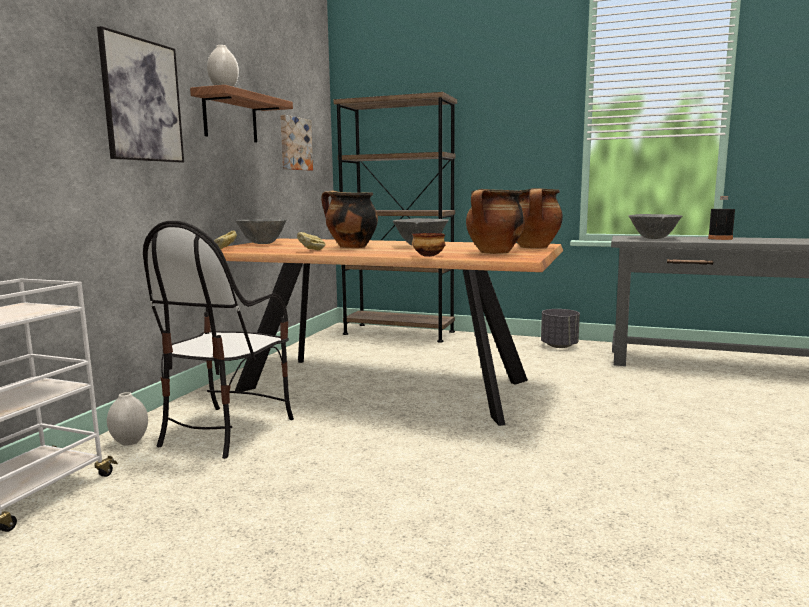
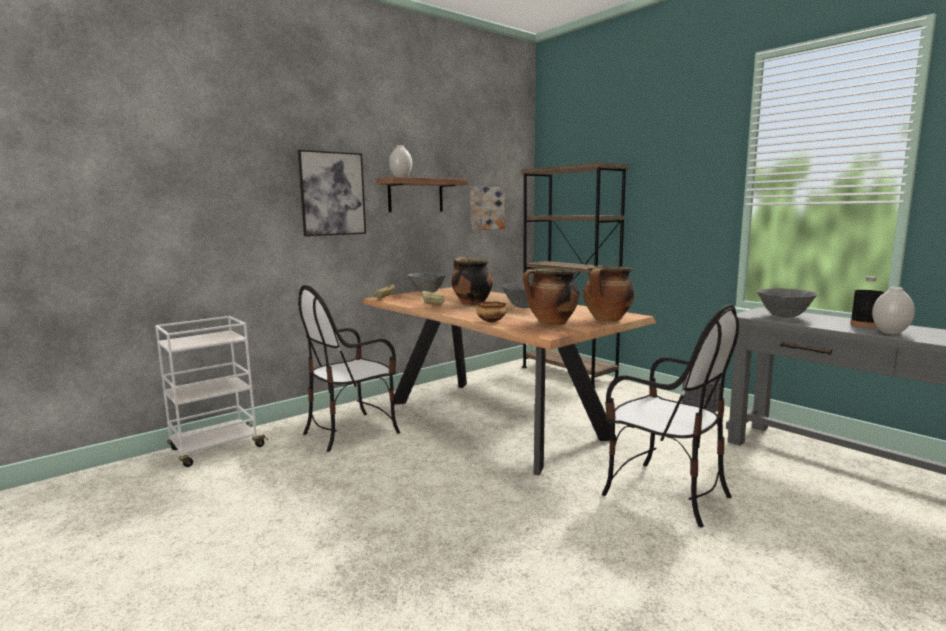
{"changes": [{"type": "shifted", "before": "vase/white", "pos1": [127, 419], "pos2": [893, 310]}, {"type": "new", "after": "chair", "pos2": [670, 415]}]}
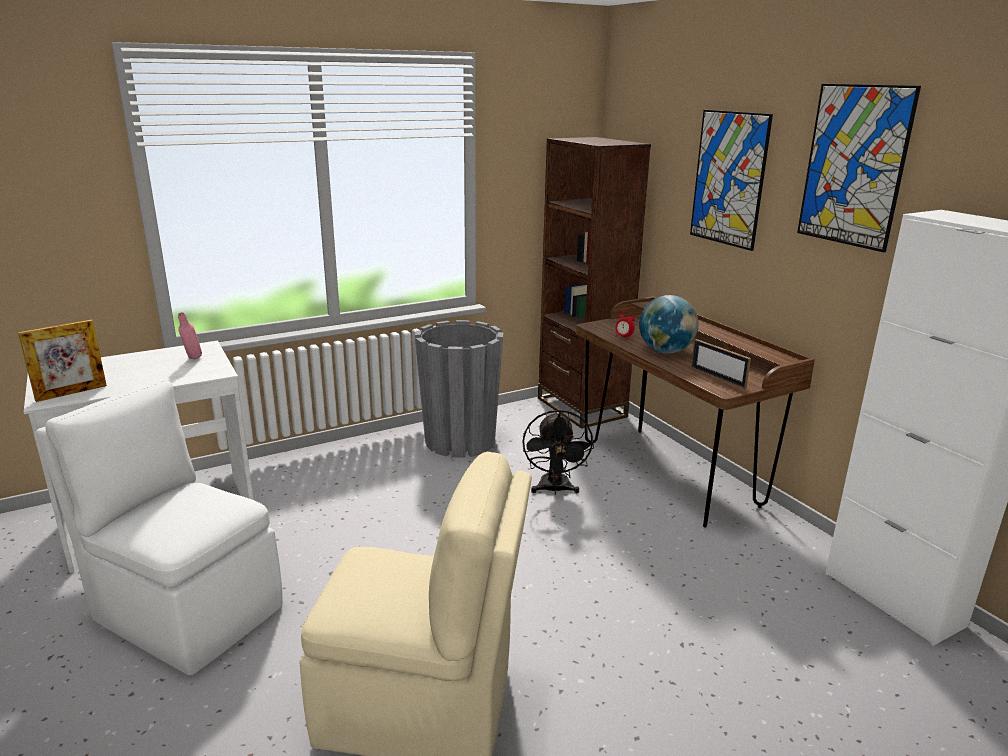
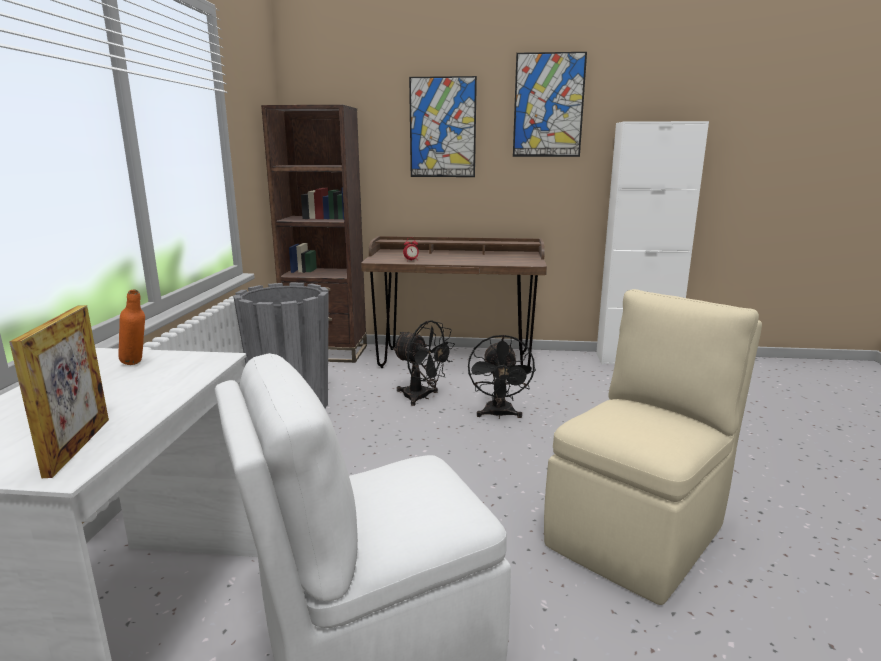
{"changes": [{"type": "repainted", "before": "bottle/pink", "after": "bottle/orange", "pos1": [190, 335], "pos2": [131, 327]}, {"type": "gone", "before": "globe", "pos1": [669, 324]}, {"type": "gone", "before": "picture frame", "pos1": [721, 364]}, {"type": "new", "after": "fan/black", "pos2": [502, 377]}]}
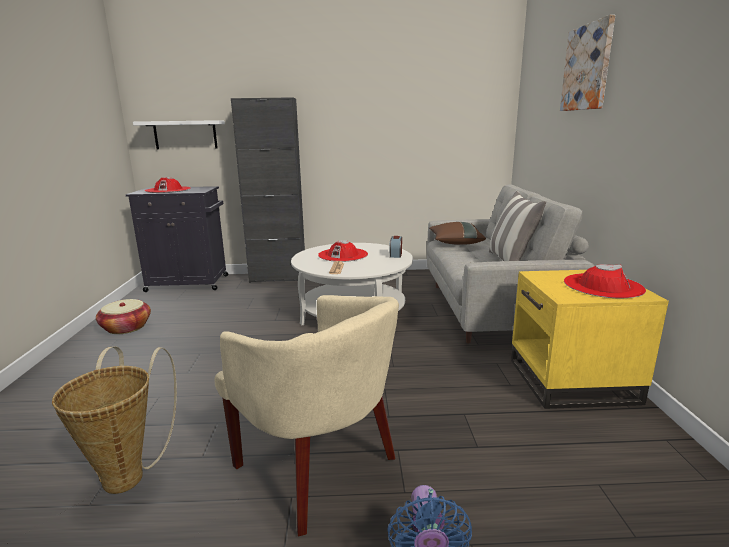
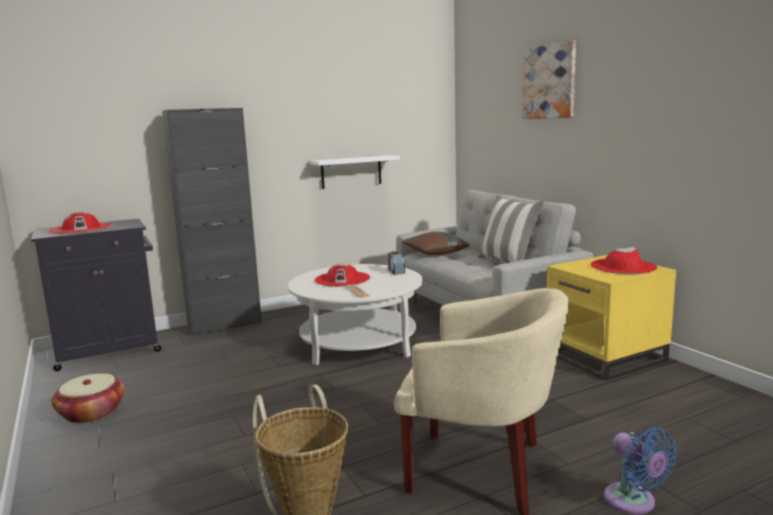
{"changes": [{"type": "shifted", "before": "shelf/white", "pos1": [179, 134], "pos2": [355, 172]}]}
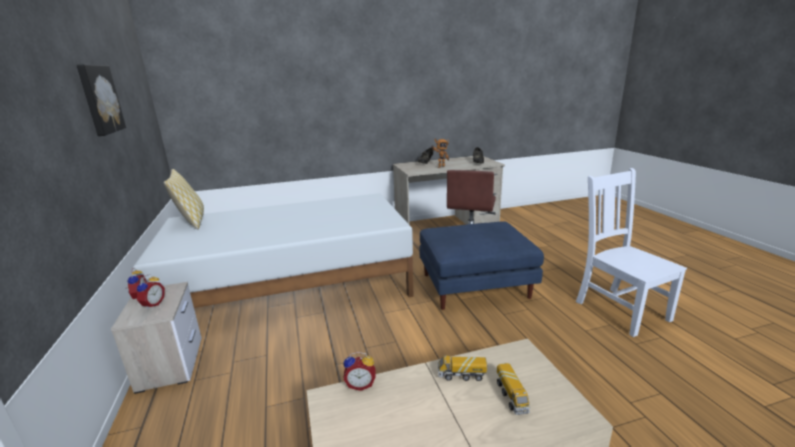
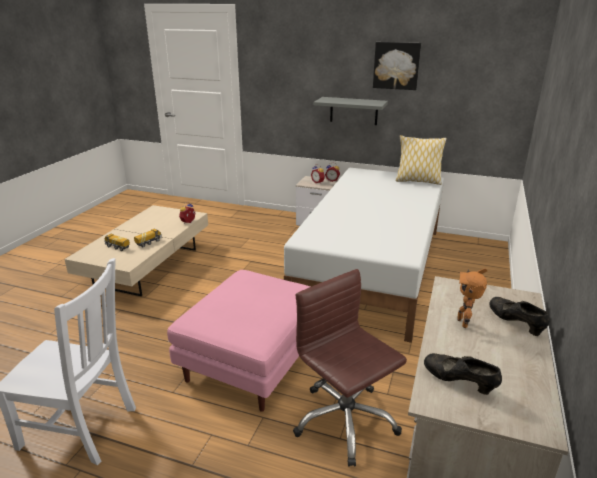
{"changes": [{"type": "repainted", "before": "ottoman/blue", "after": "ottoman/pink", "pos1": [481, 265], "pos2": [238, 341]}, {"type": "new", "after": "shelf/grey", "pos2": [351, 111]}]}
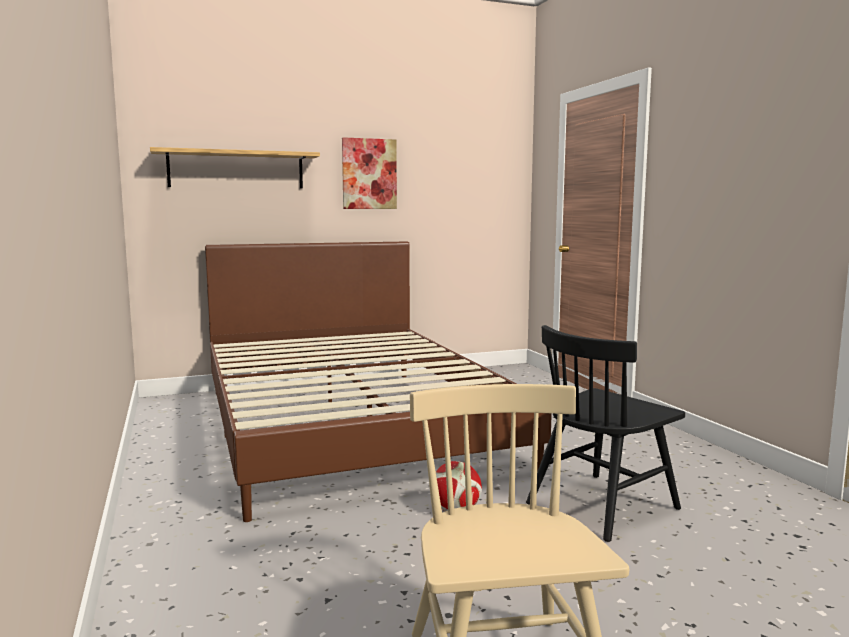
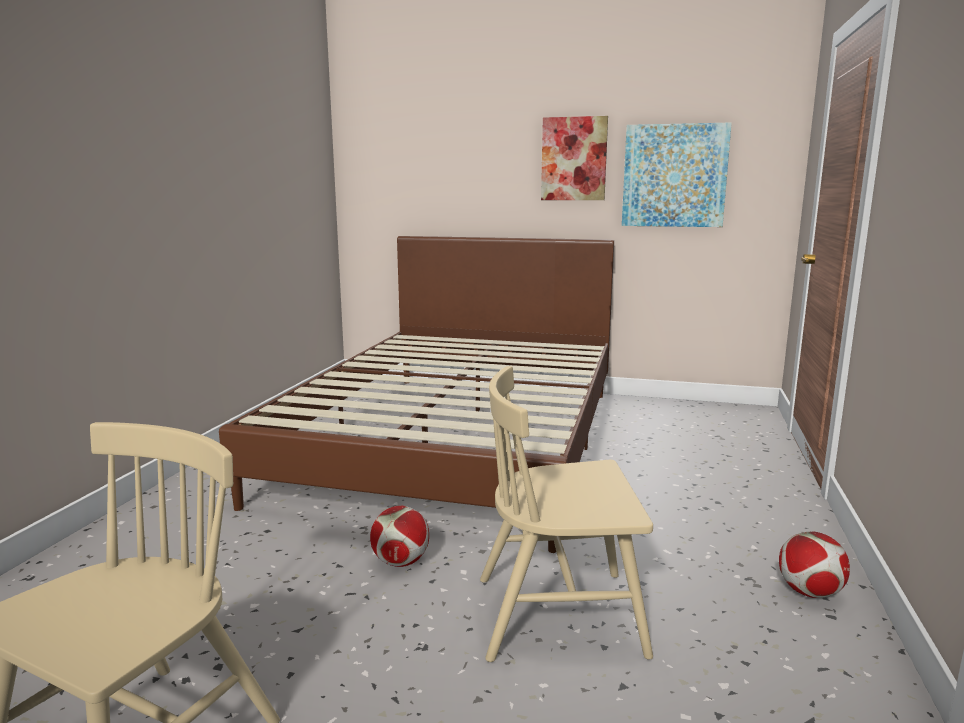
{"changes": [{"type": "gone", "before": "shelf", "pos1": [235, 168]}, {"type": "repainted", "before": "chair/black", "after": "chair/beige", "pos1": [605, 433], "pos2": [566, 514]}, {"type": "new", "after": "picture", "pos2": [677, 174]}, {"type": "new", "after": "football", "pos2": [814, 565]}]}
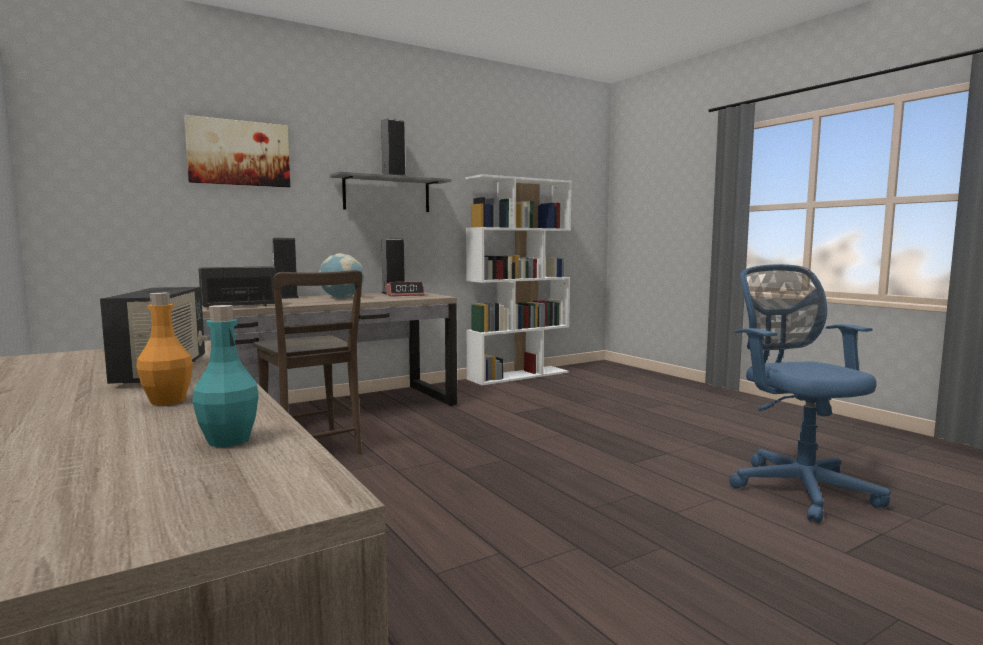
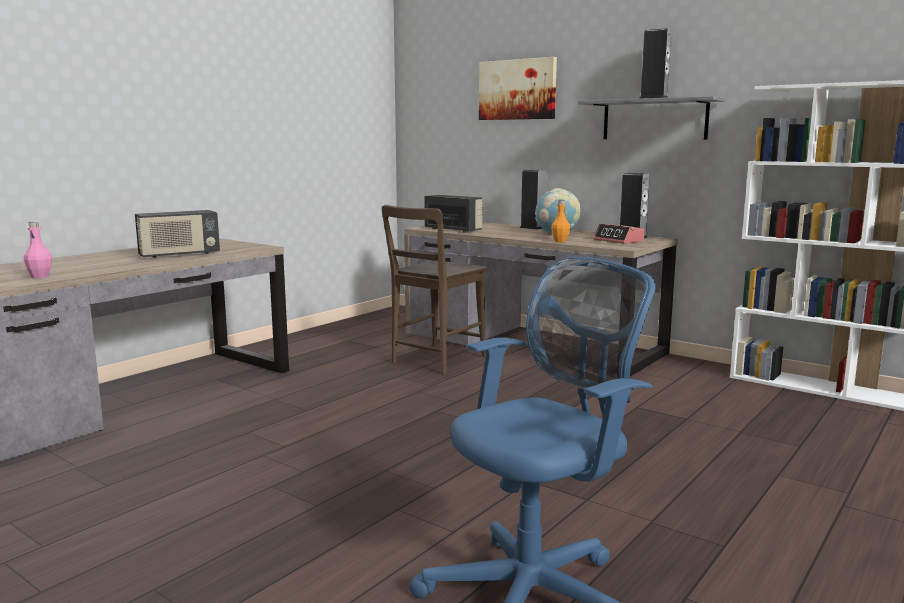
{"changes": [{"type": "shifted", "before": "bottle/orange", "pos1": [164, 349], "pos2": [560, 221]}, {"type": "repainted", "before": "bottle/turquoise", "after": "bottle/pink", "pos1": [225, 376], "pos2": [38, 249]}]}
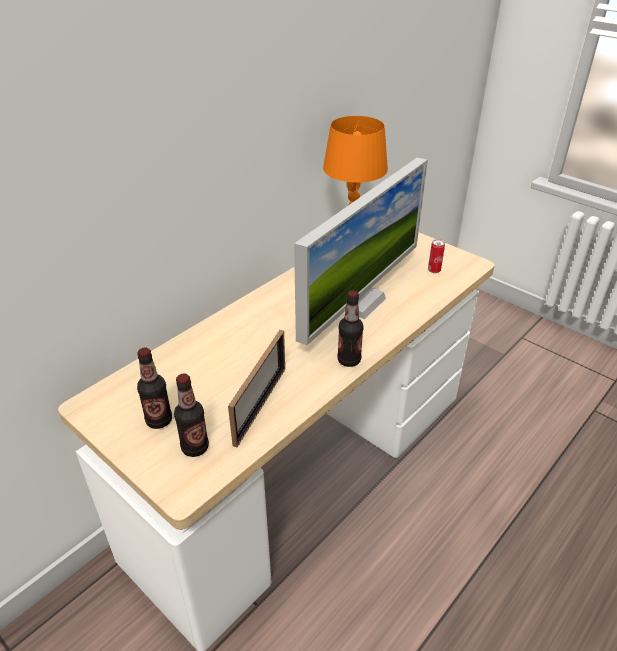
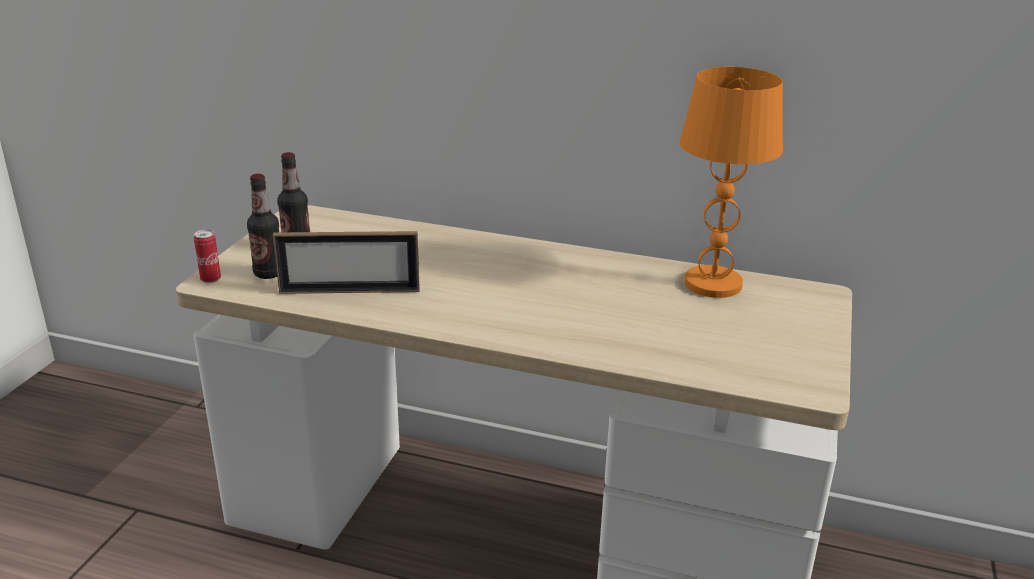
{"changes": [{"type": "gone", "before": "monitor", "pos1": [361, 251]}, {"type": "gone", "before": "bottle", "pos1": [350, 329]}, {"type": "shifted", "before": "can", "pos1": [436, 256], "pos2": [207, 256]}]}
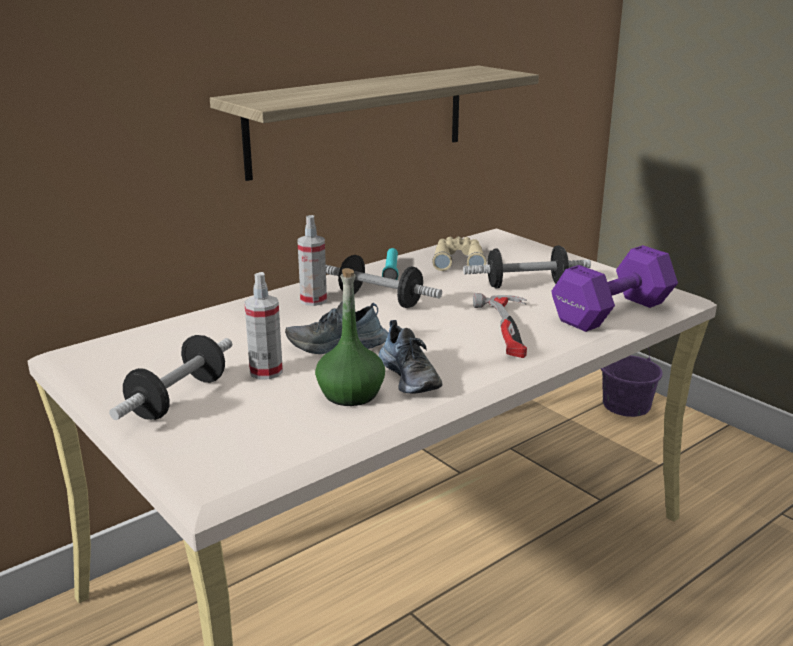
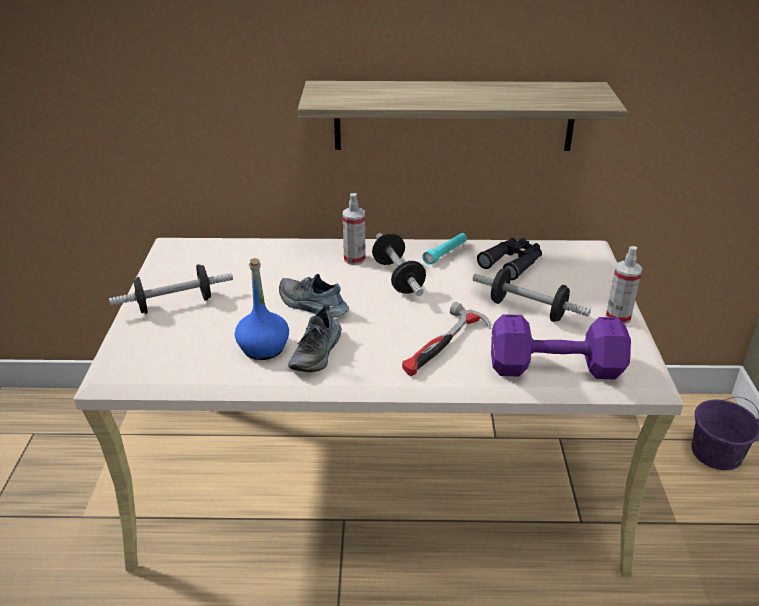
{"changes": [{"type": "shifted", "before": "spray bottle", "pos1": [263, 325], "pos2": [624, 285]}, {"type": "repainted", "before": "bottle/green", "after": "bottle/blue", "pos1": [350, 337], "pos2": [262, 309]}, {"type": "repainted", "before": "binoculars/beige", "after": "binoculars/black", "pos1": [459, 253], "pos2": [509, 259]}]}
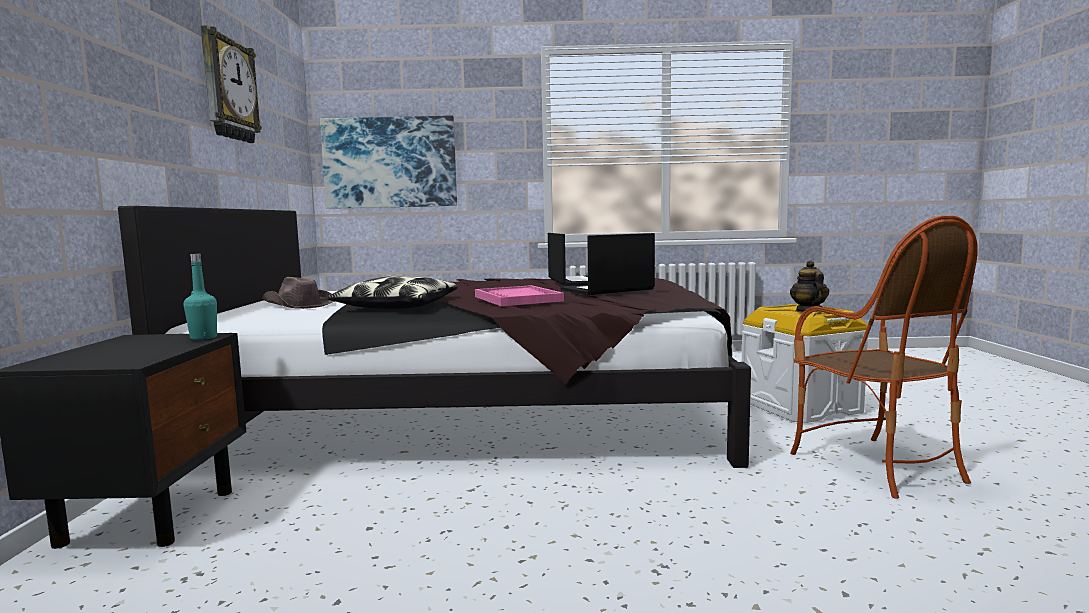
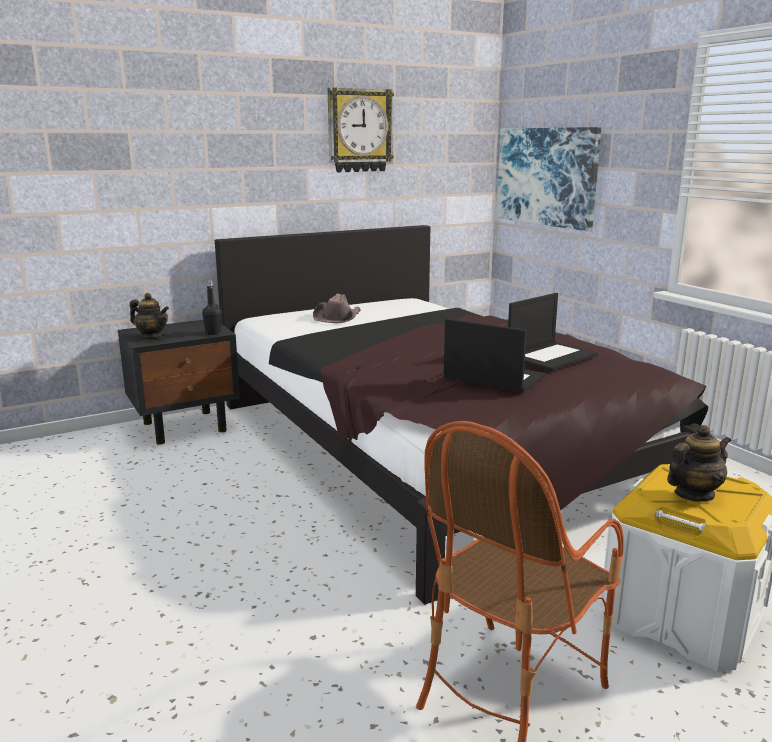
{"changes": [{"type": "repainted", "before": "bottle/turquoise", "after": "bottle/black", "pos1": [200, 297], "pos2": [211, 307]}, {"type": "gone", "before": "pillow", "pos1": [393, 292]}, {"type": "gone", "before": "tray/pink", "pos1": [519, 295]}, {"type": "new", "after": "teapot", "pos2": [149, 316]}]}
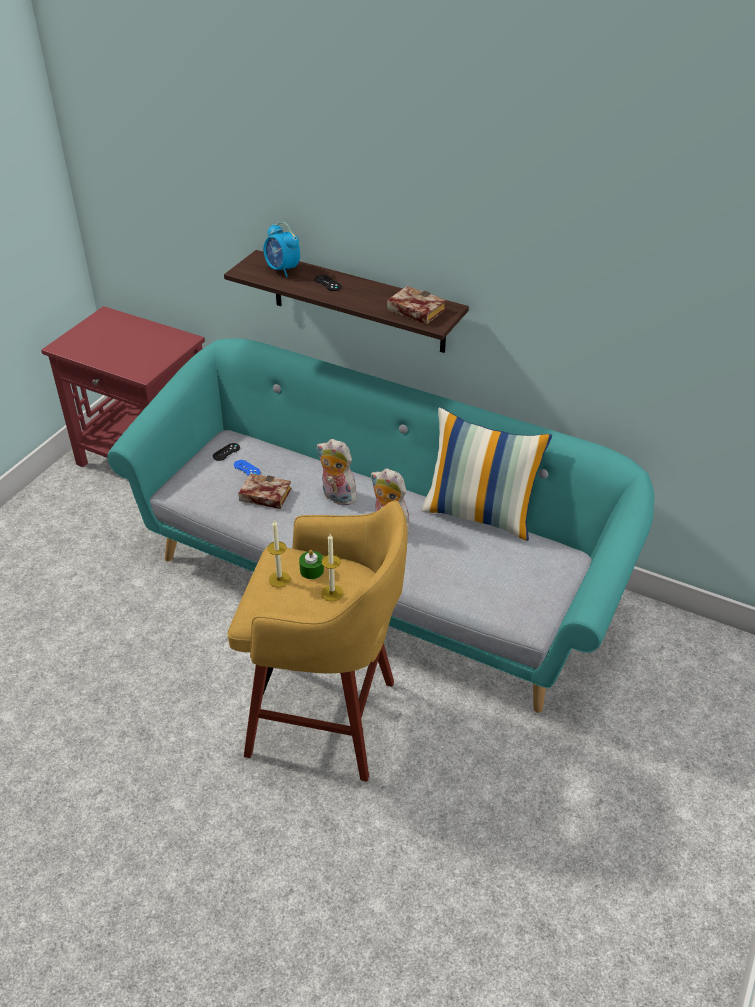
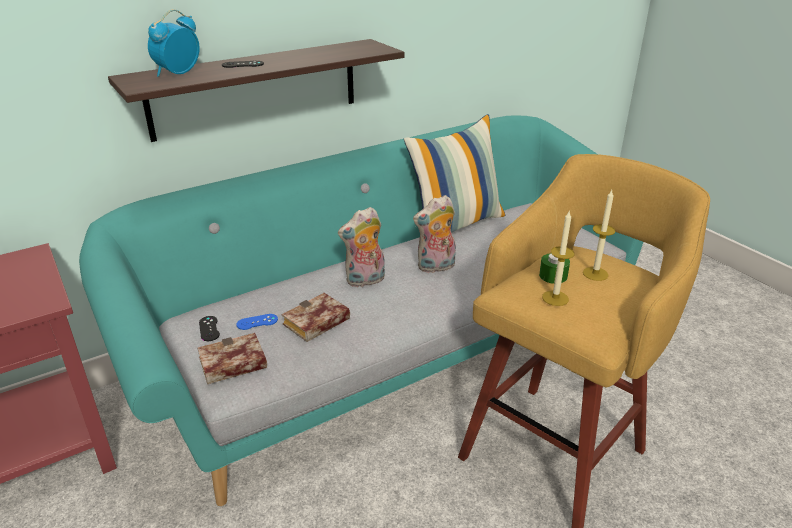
{"changes": [{"type": "rotated", "before": "alarm clock", "pos1": [282, 249], "pos2": [174, 43], "turn": 135}, {"type": "shifted", "before": "book", "pos1": [416, 305], "pos2": [232, 358]}]}
